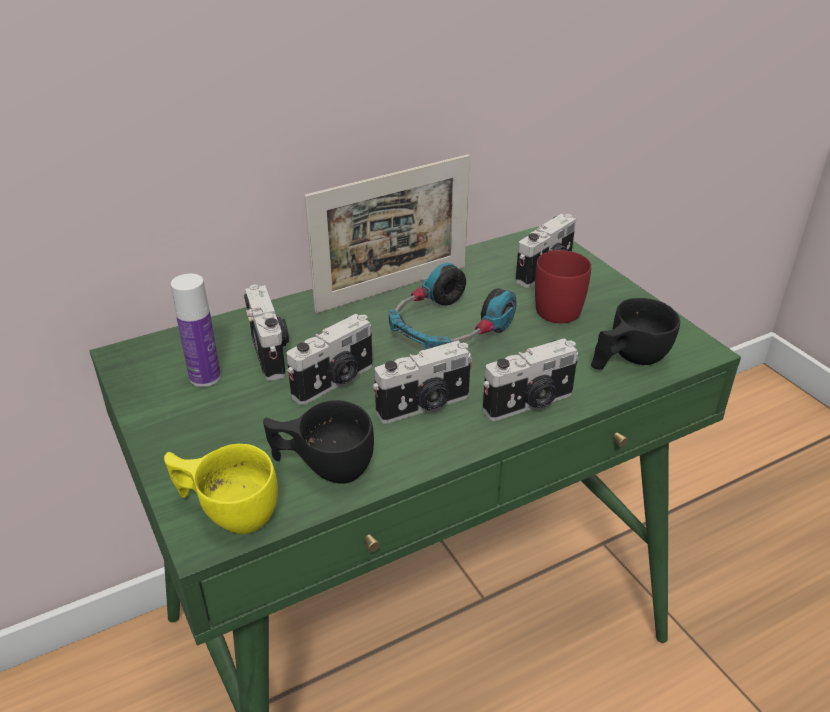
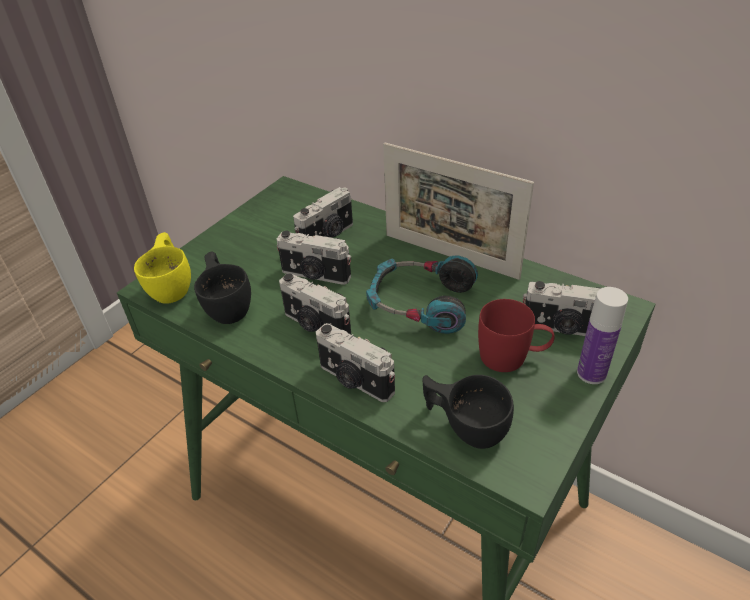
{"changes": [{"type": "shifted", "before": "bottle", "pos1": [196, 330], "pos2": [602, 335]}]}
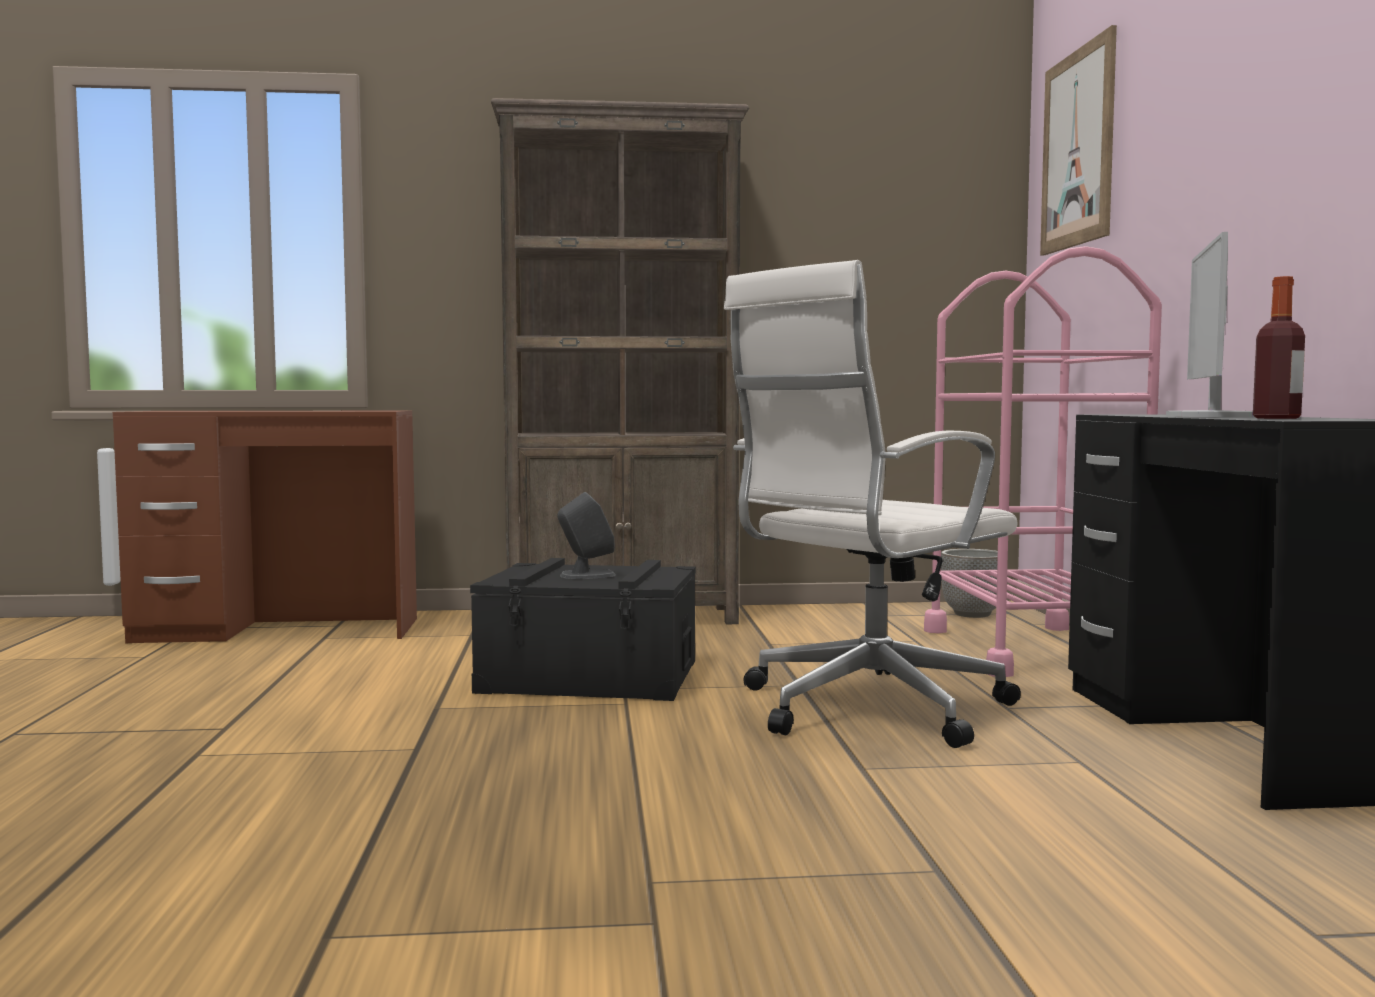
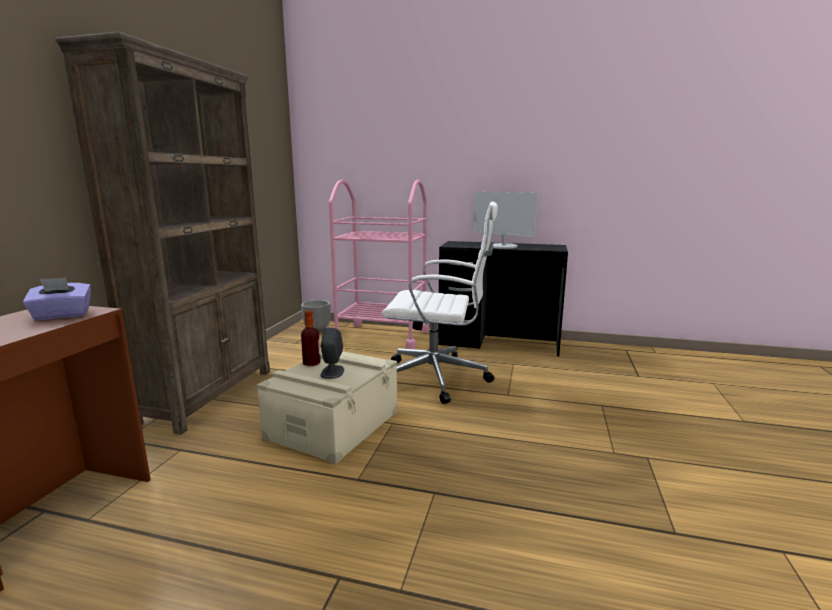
{"changes": [{"type": "repainted", "before": "storage box/black", "after": "storage box/beige", "pos1": [583, 629], "pos2": [327, 407]}, {"type": "rotated", "before": "office chair/white", "pos1": [872, 504], "pos2": [440, 302], "turn": -60}, {"type": "gone", "before": "picture", "pos1": [1078, 140]}, {"type": "shifted", "before": "bottle", "pos1": [1279, 347], "pos2": [311, 338]}, {"type": "new", "after": "tissue box/purple", "pos2": [57, 298]}]}
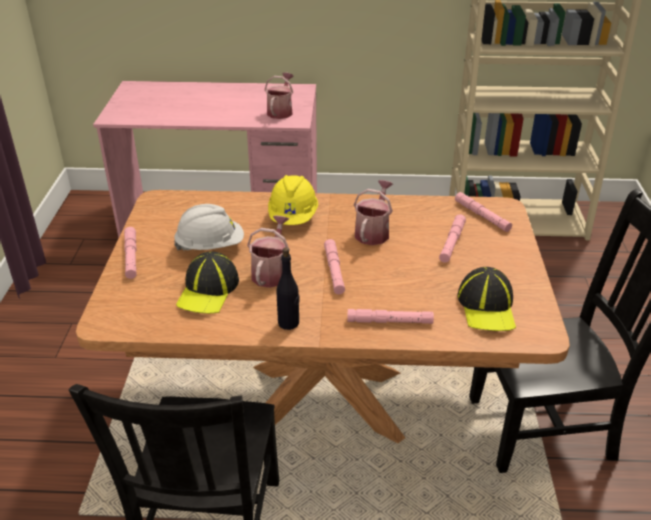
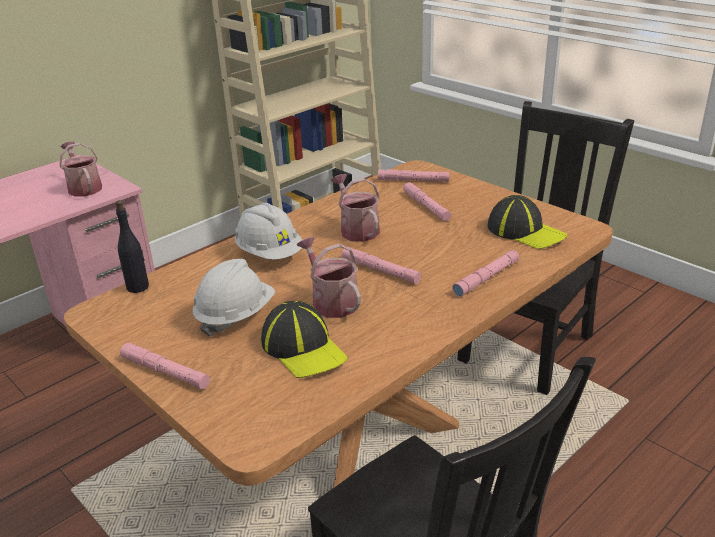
{"changes": [{"type": "repainted", "before": "hard hat/yellow", "after": "hard hat/white", "pos1": [293, 200], "pos2": [268, 231]}, {"type": "shifted", "before": "bottle/black", "pos1": [287, 288], "pos2": [132, 246]}]}
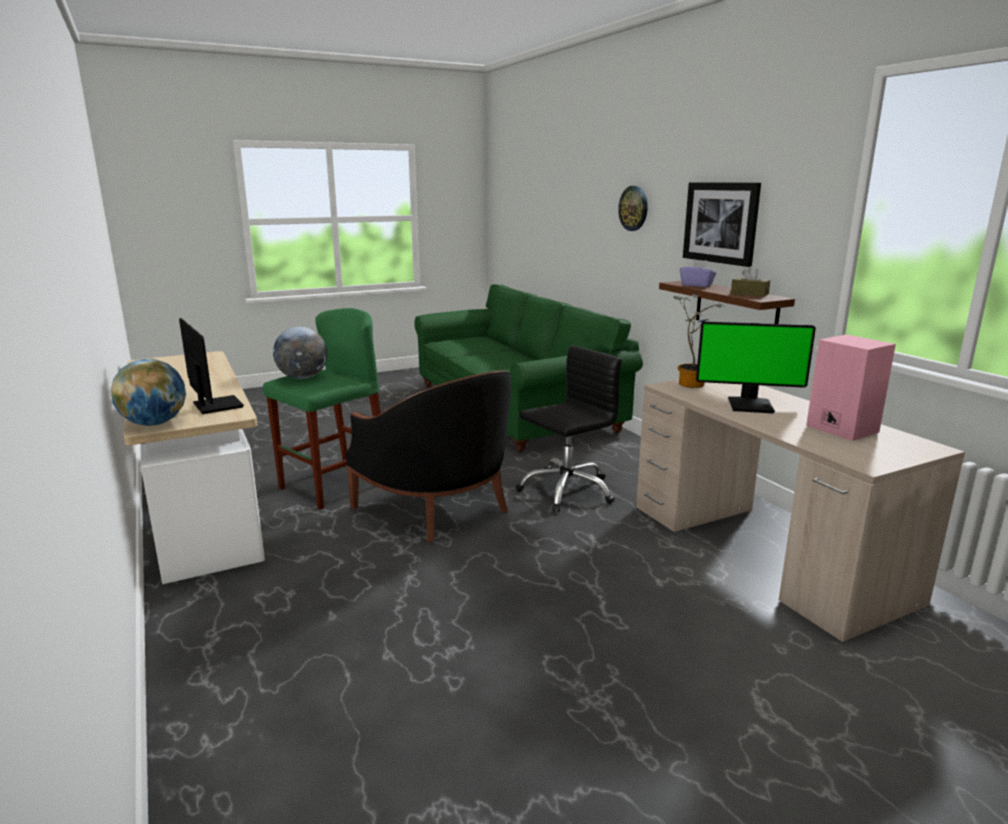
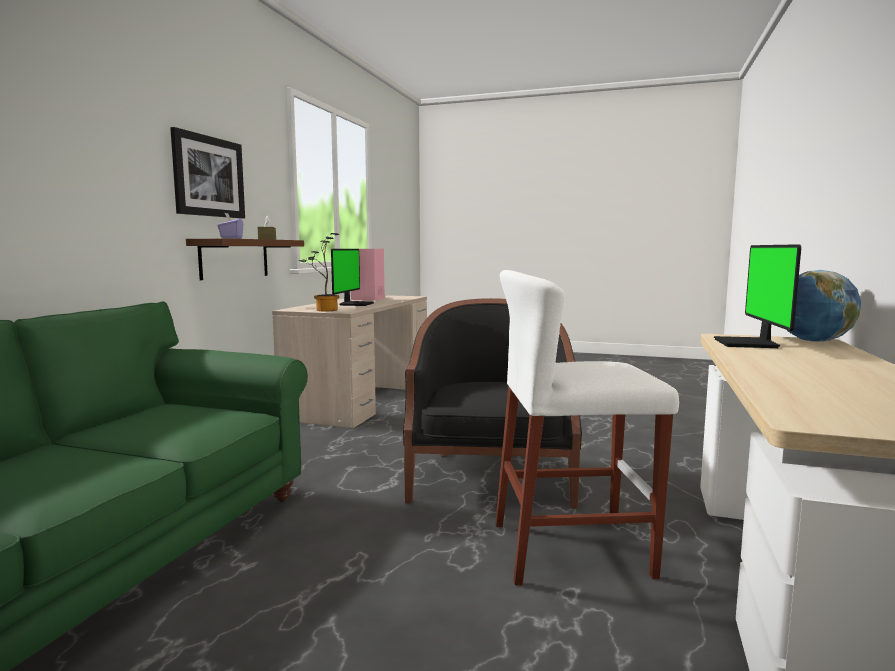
{"changes": [{"type": "repainted", "before": "stool/green", "after": "stool/white", "pos1": [322, 409], "pos2": [587, 428]}, {"type": "gone", "before": "globe", "pos1": [300, 353]}, {"type": "gone", "before": "office chair/black", "pos1": [569, 428]}, {"type": "gone", "before": "wall clock", "pos1": [633, 208]}, {"type": "rotated", "before": "monitor", "pos1": [756, 367], "pos2": [352, 277], "turn": 45}]}
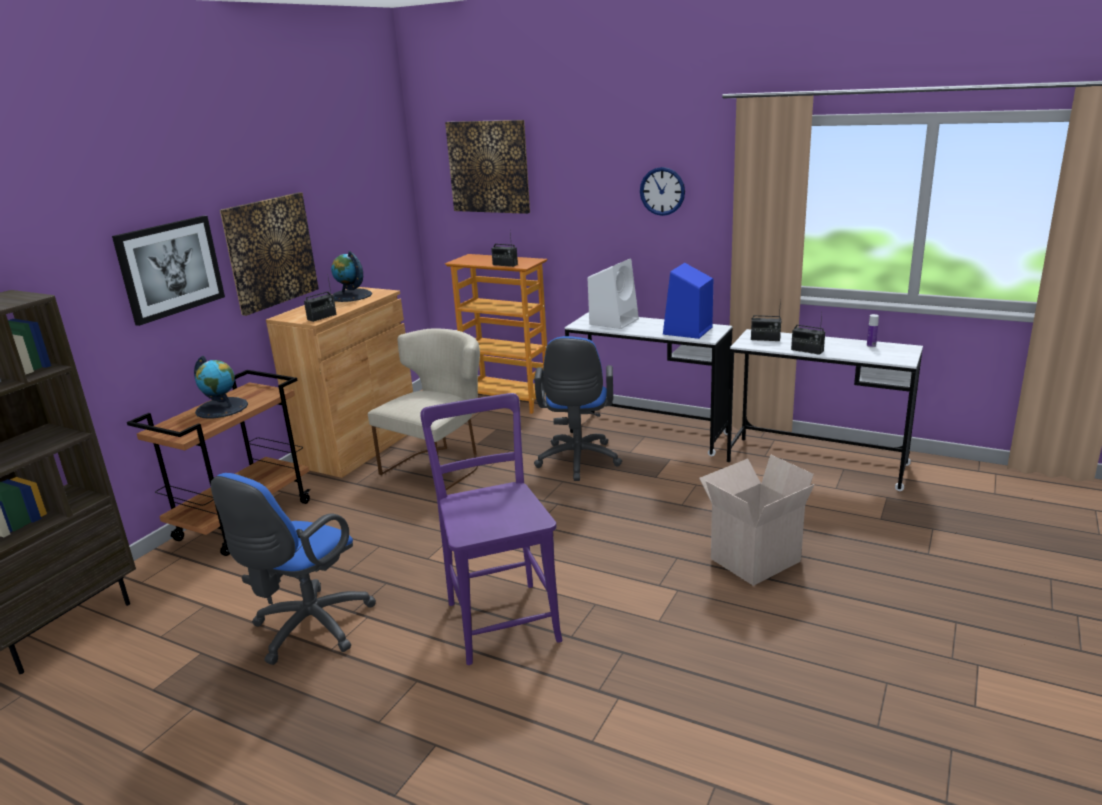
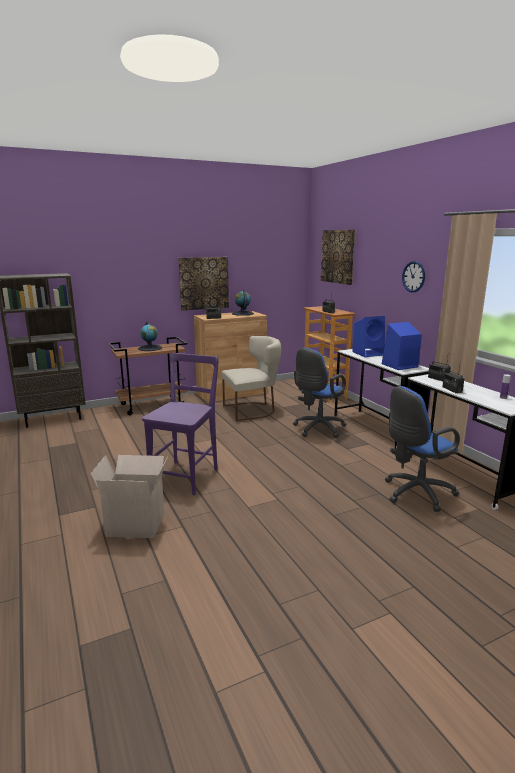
{"changes": [{"type": "gone", "before": "picture", "pos1": [168, 271]}, {"type": "shifted", "before": "office chair/blue", "pos1": [293, 569], "pos2": [422, 449]}, {"type": "repainted", "before": "speaker/white", "after": "speaker/blue", "pos1": [613, 293], "pos2": [368, 336]}, {"type": "shifted", "before": "cardboard box", "pos1": [757, 520], "pos2": [129, 496]}]}
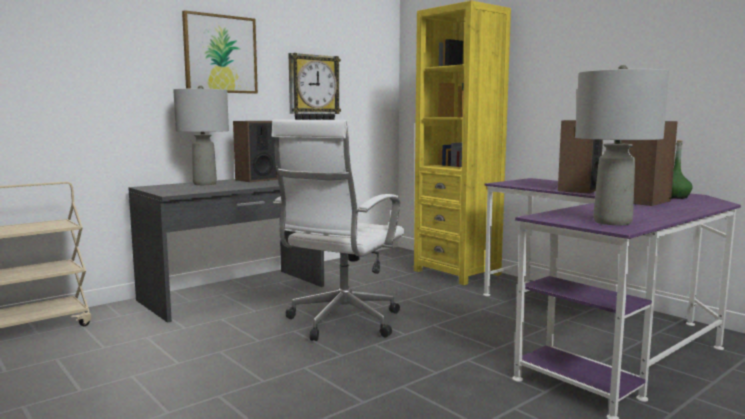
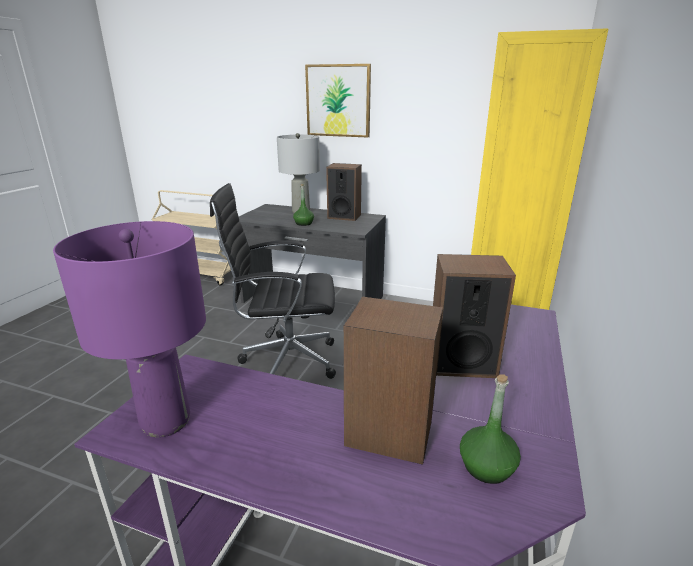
{"changes": [{"type": "repainted", "before": "office chair/white", "after": "office chair/black", "pos1": [337, 230], "pos2": [273, 281]}, {"type": "gone", "before": "wall clock", "pos1": [315, 86]}, {"type": "repainted", "before": "table lamp/grey", "after": "table lamp/purple", "pos1": [622, 145], "pos2": [129, 329]}, {"type": "new", "after": "bottle/green", "pos2": [303, 205]}]}
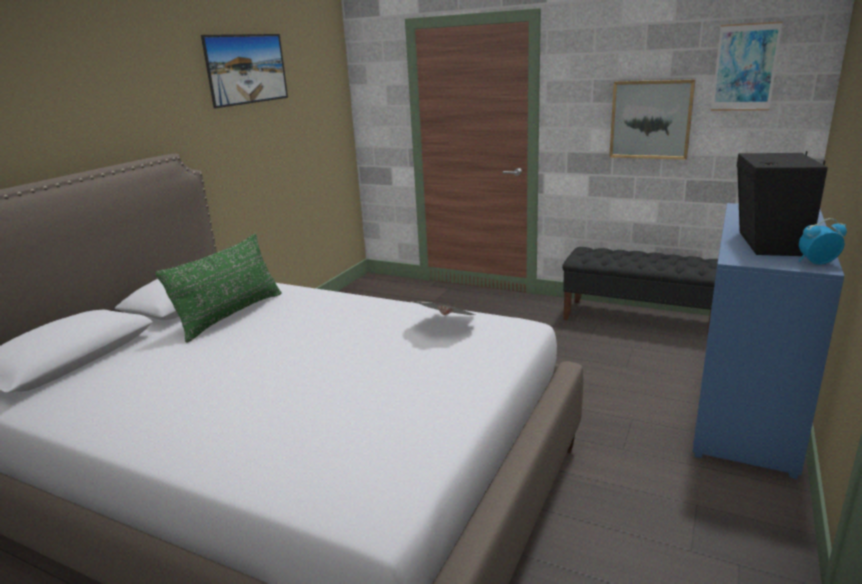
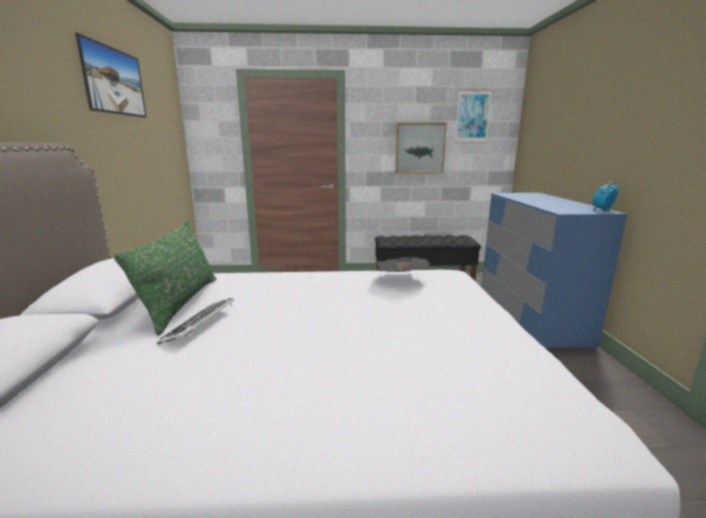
{"changes": [{"type": "gone", "before": "speaker/black", "pos1": [782, 203]}, {"type": "new", "after": "keyboard", "pos2": [195, 321]}]}
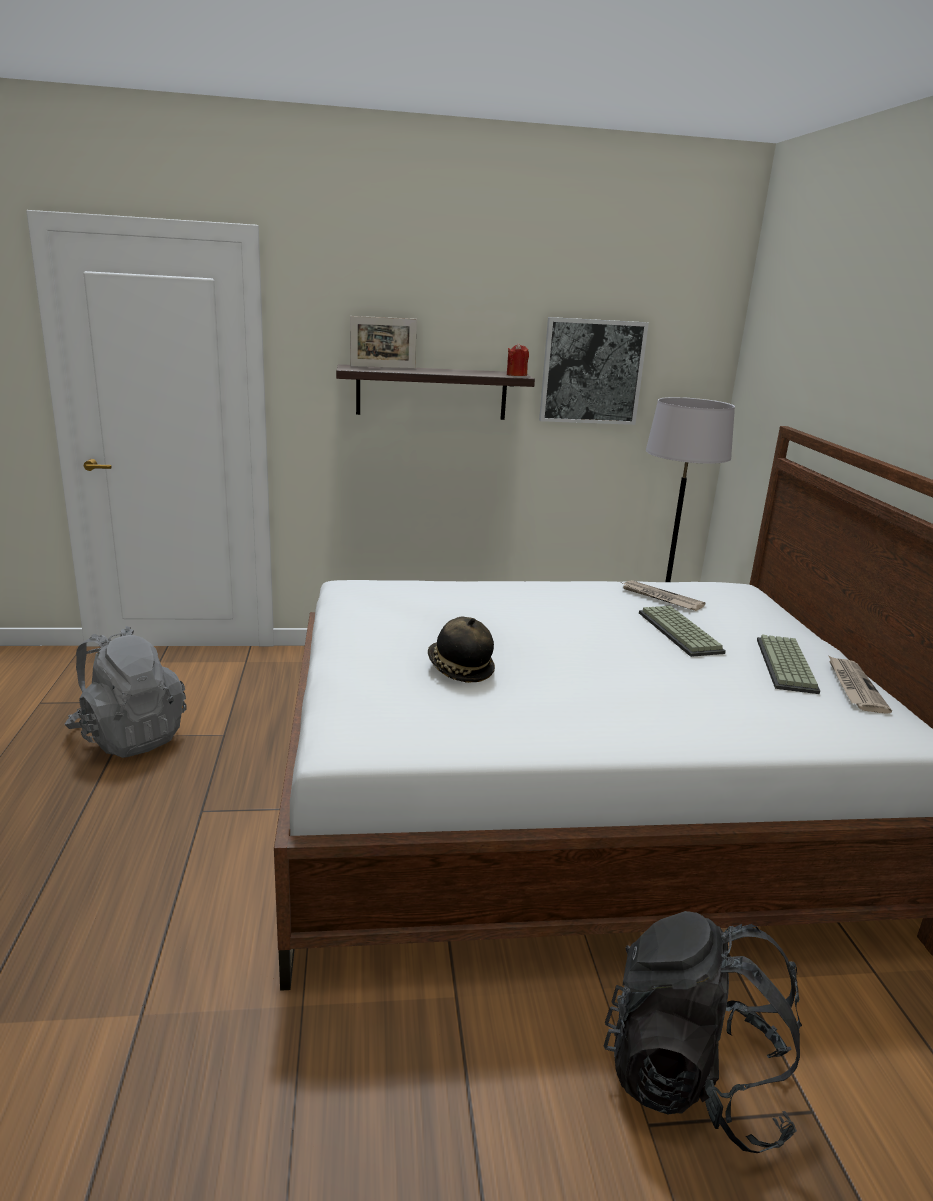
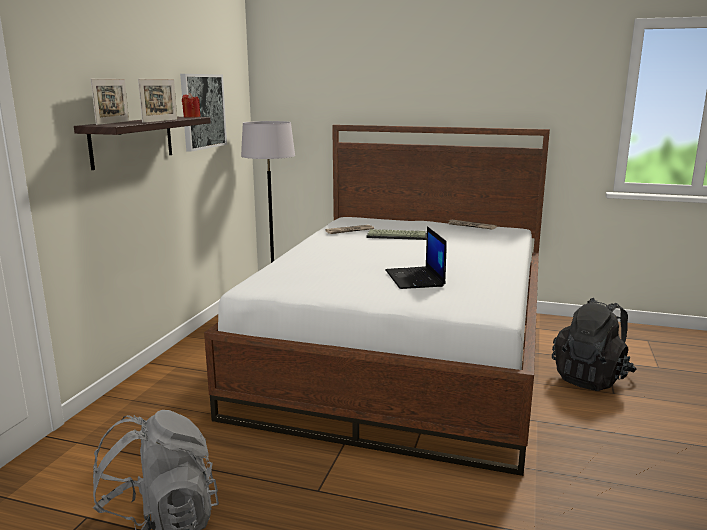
{"changes": [{"type": "swapped", "before": "hat", "after": "laptop", "pos1": [461, 650], "pos2": [416, 257]}, {"type": "gone", "before": "keyboard", "pos1": [788, 664]}, {"type": "new", "after": "picture frame", "pos2": [157, 101]}]}
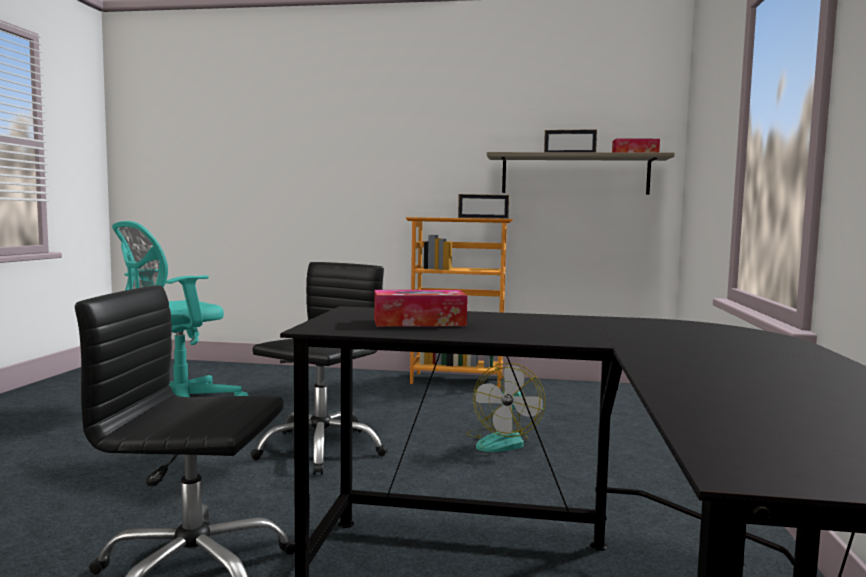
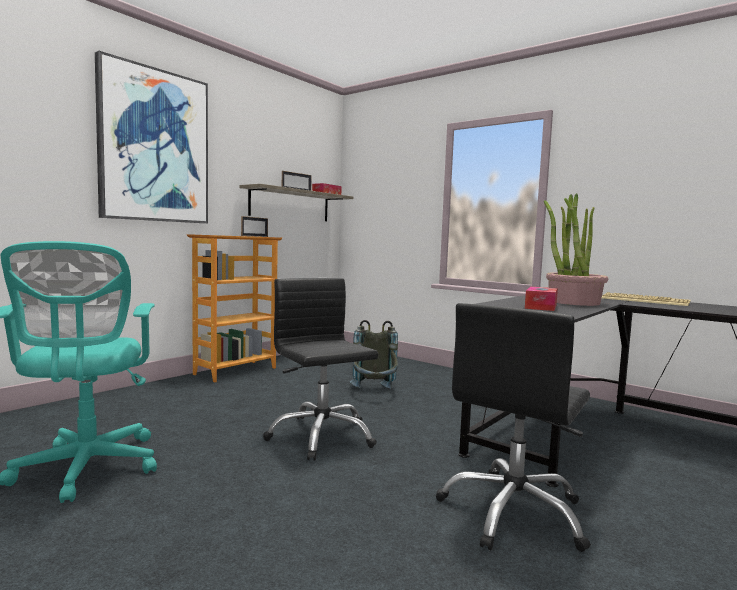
{"changes": [{"type": "swapped", "before": "fan", "after": "backpack/grey", "pos1": [505, 407], "pos2": [374, 354]}, {"type": "new", "after": "picture", "pos2": [151, 137]}, {"type": "new", "after": "potted plant", "pos2": [576, 249]}, {"type": "new", "after": "keyboard", "pos2": [646, 299]}]}
